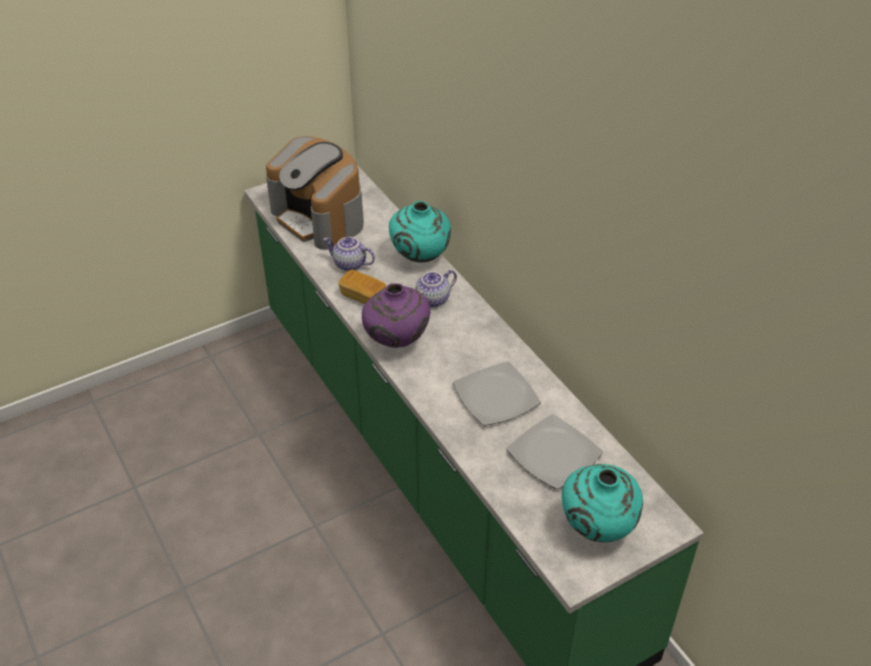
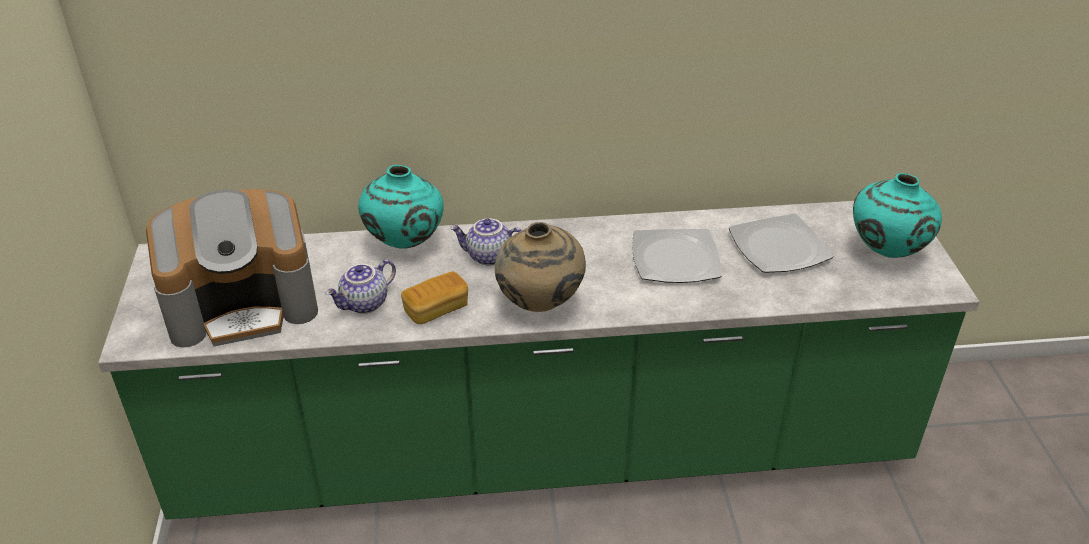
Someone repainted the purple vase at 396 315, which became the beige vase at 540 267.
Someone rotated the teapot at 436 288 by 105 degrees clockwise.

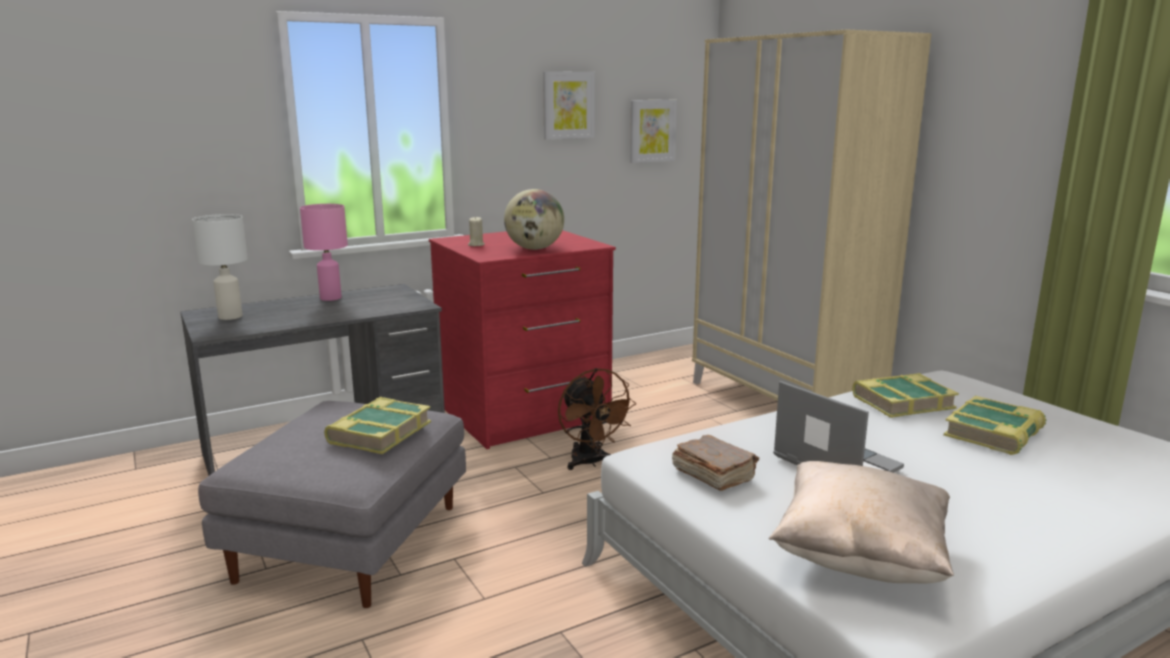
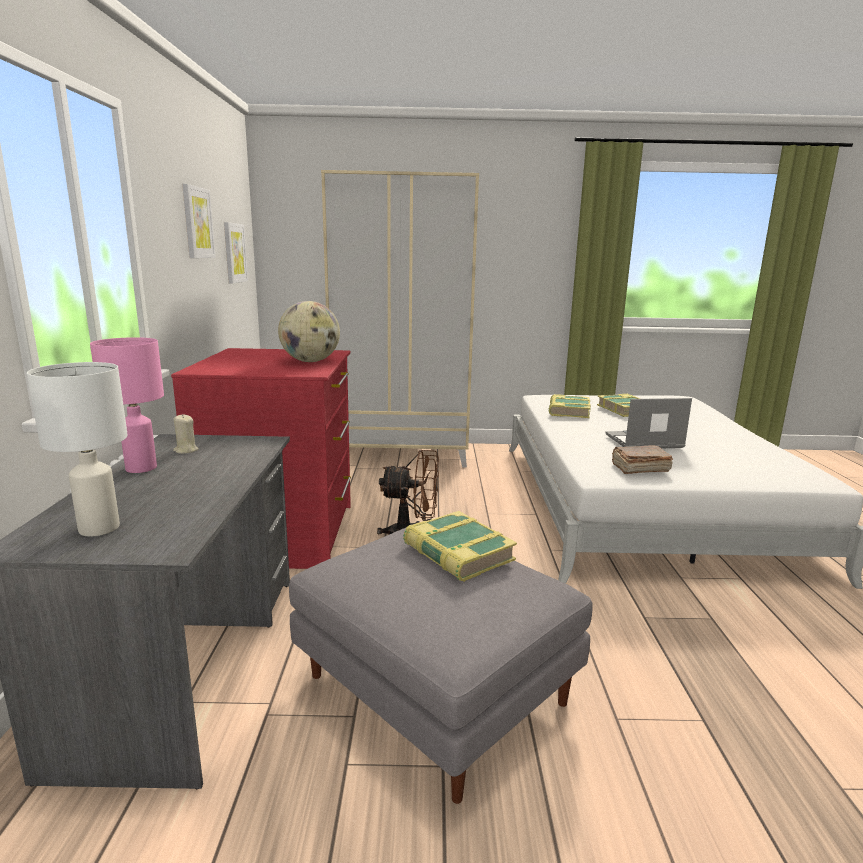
Someone took away the beige pillow at 861 522.
Someone carried the beige candle from 476 231 to 186 434.

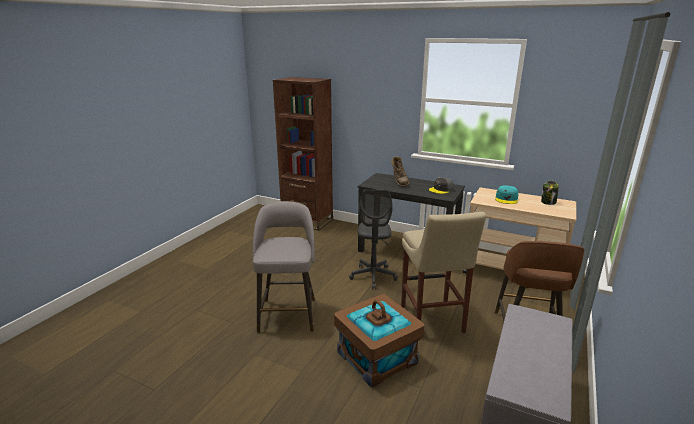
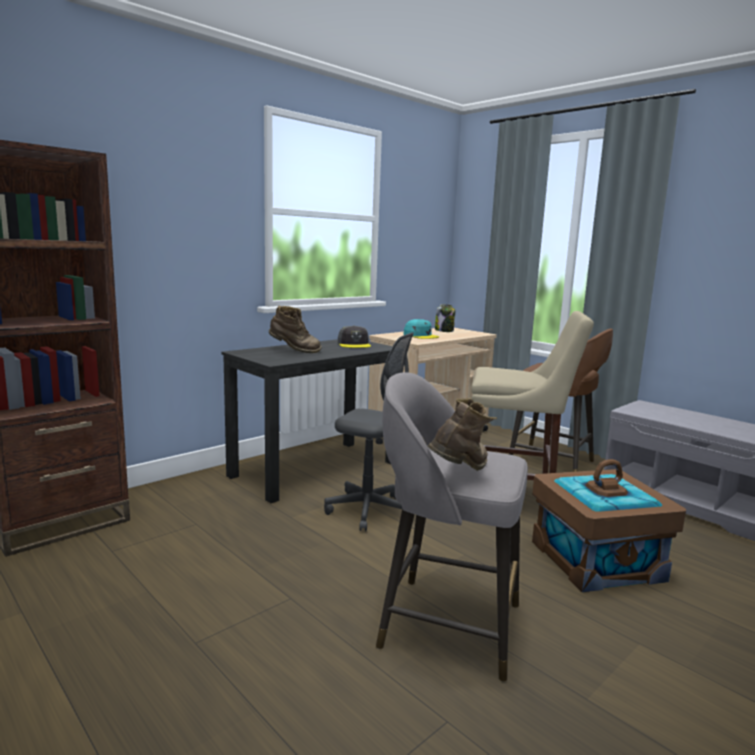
Someone put down the brown boot at 462 434.

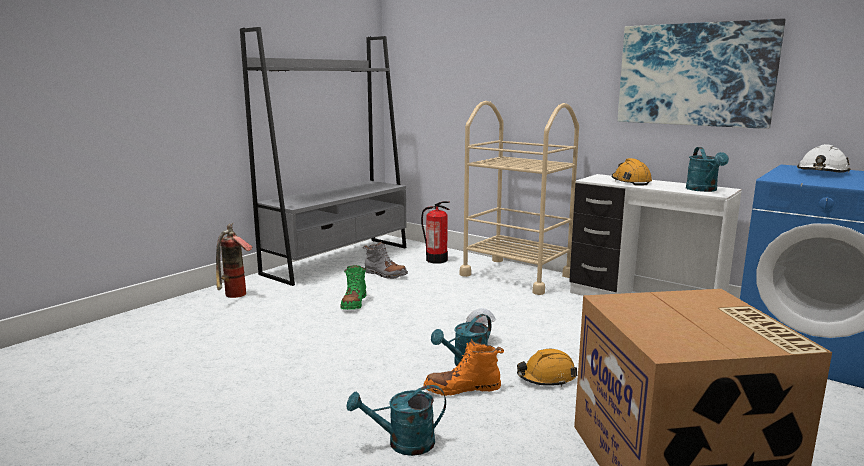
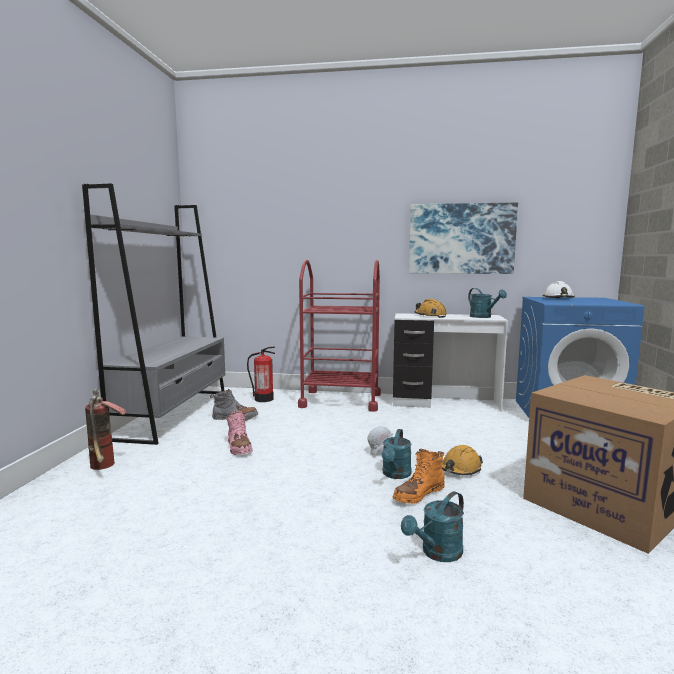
Someone repainted the green boot at 353 287, which became the pink boot at 239 433.
Someone repainted the beige cart at 519 198, which became the red cart at 339 336.

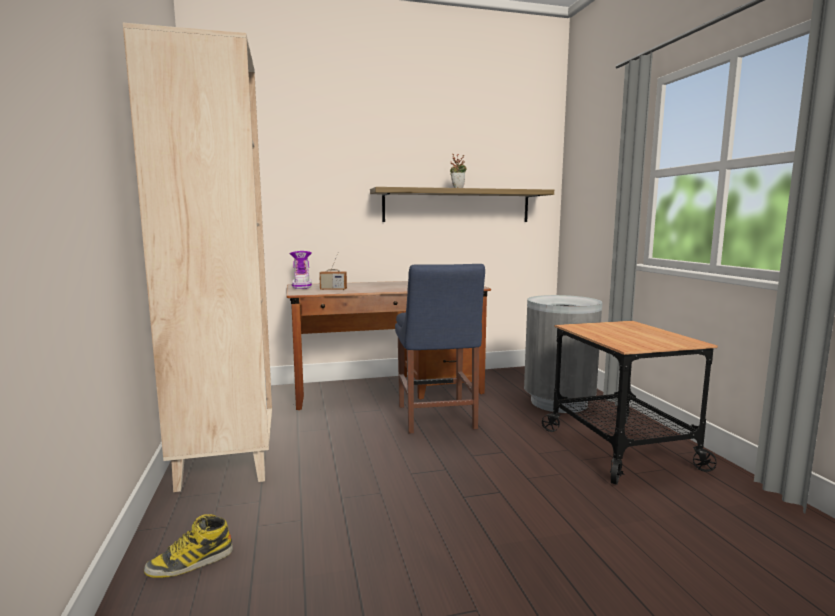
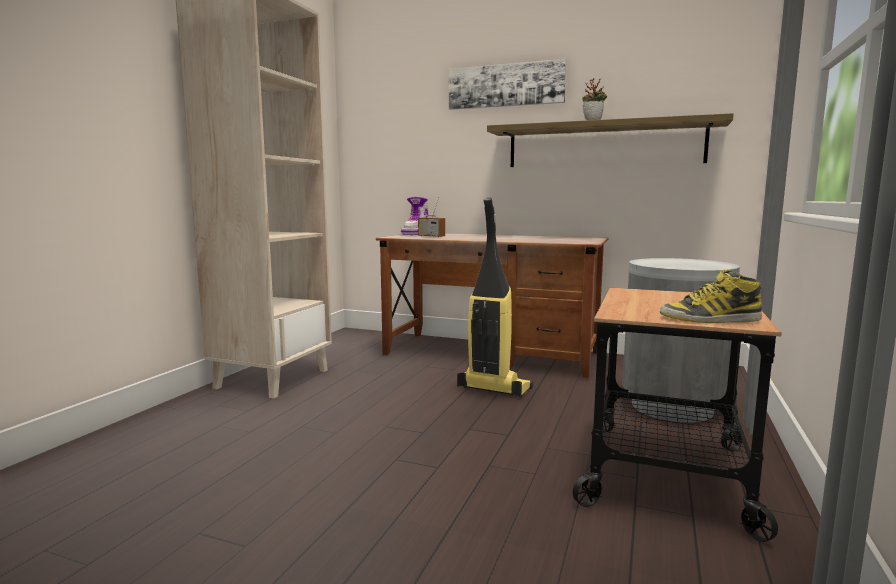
Someone put up the picture at 507 84.
Someone carried the boot from 188 546 to 711 296.
Someone swapped the blue chair at 440 349 for the vacuum cleaner at 495 297.

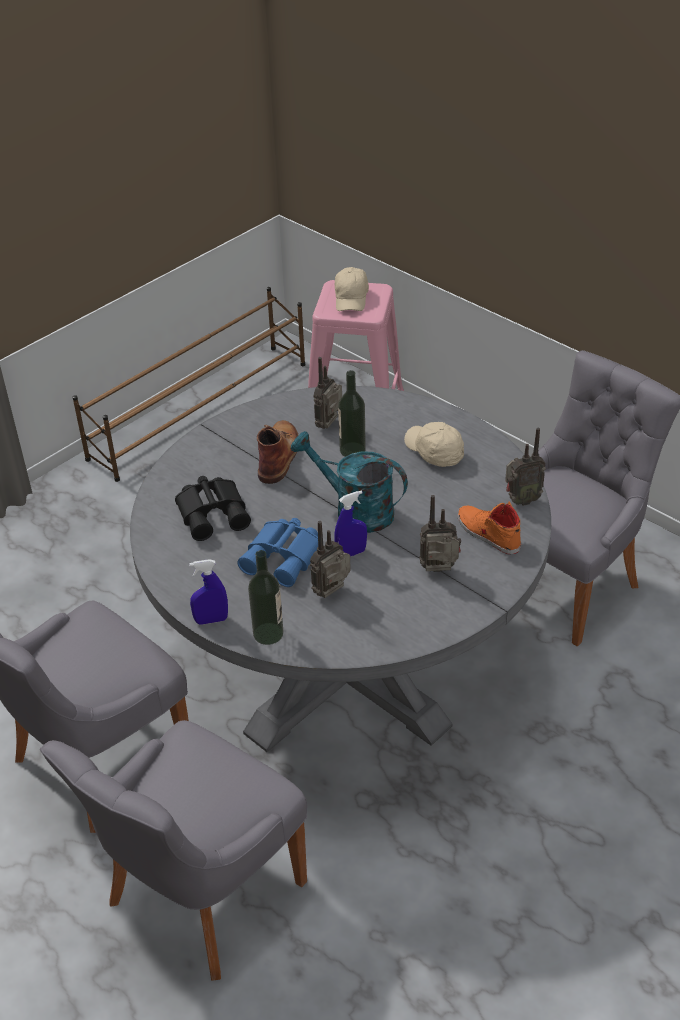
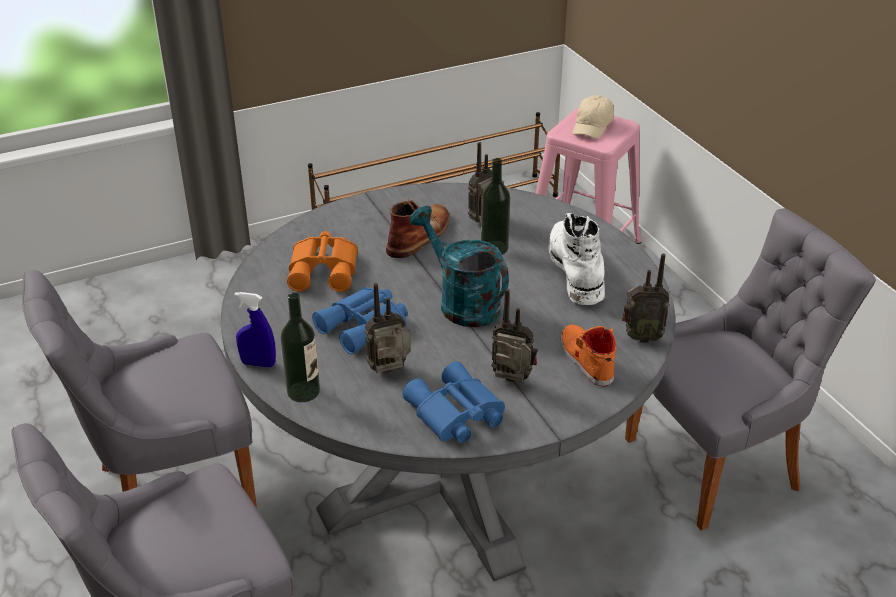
Someone took away the blue spray bottle at 350 523.
Someone put down the blue binoculars at 453 402.
Someone swapped the beige cap at 434 444 for the white boot at 577 259.
Someone repainted the black binoculars at 213 508, which became the orange binoculars at 322 261.

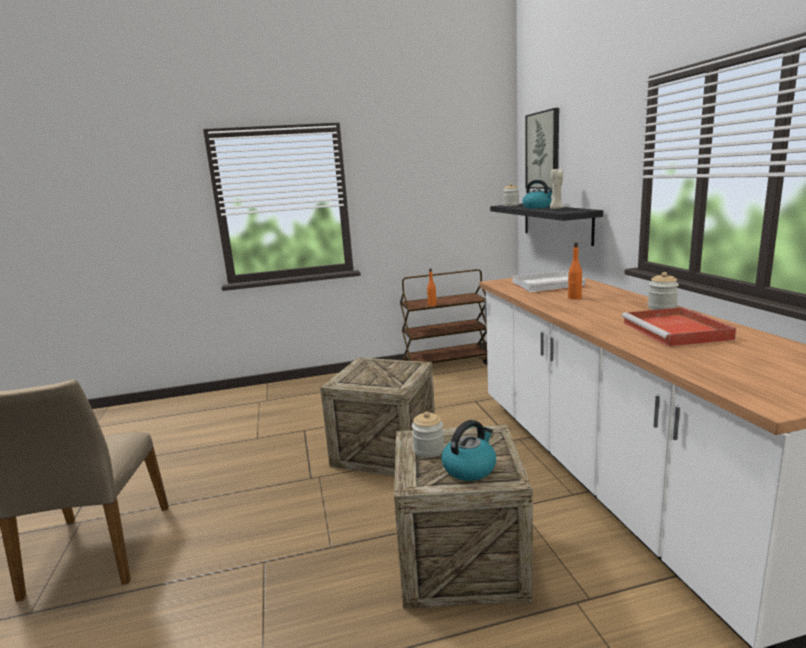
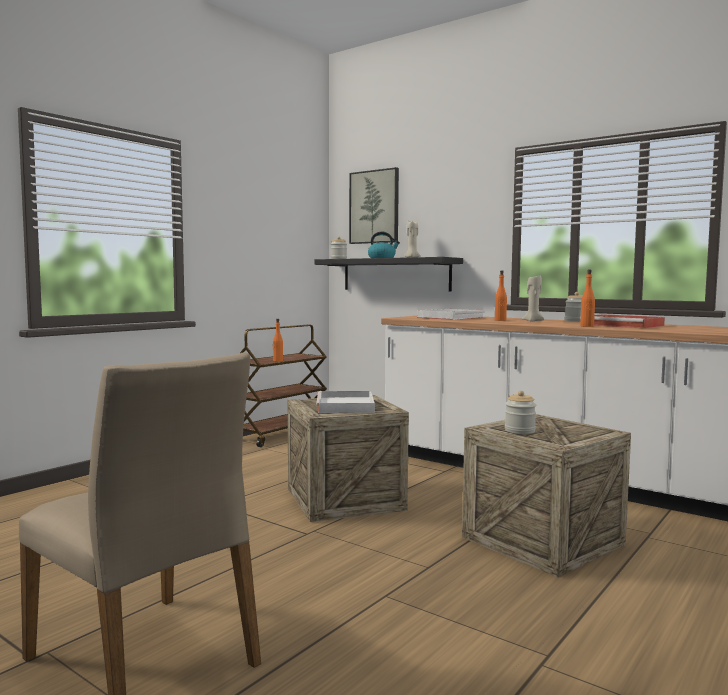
Someone took away the kettle at 468 450.
Someone put down the white tray at 345 402.
Someone put down the beige candle at 533 298.
Someone put down the orange bottle at 587 298.

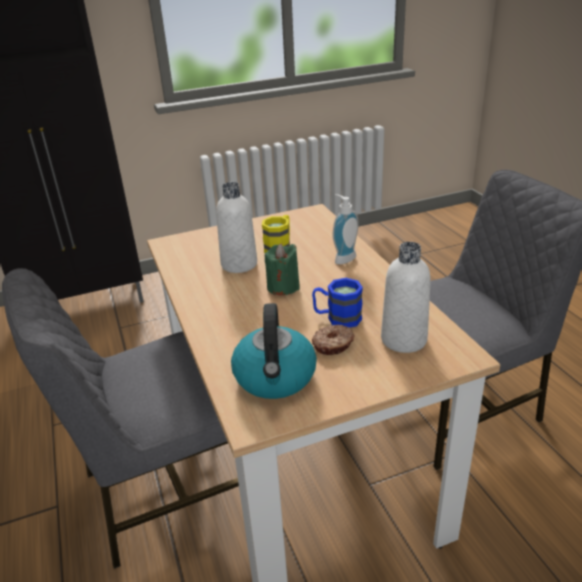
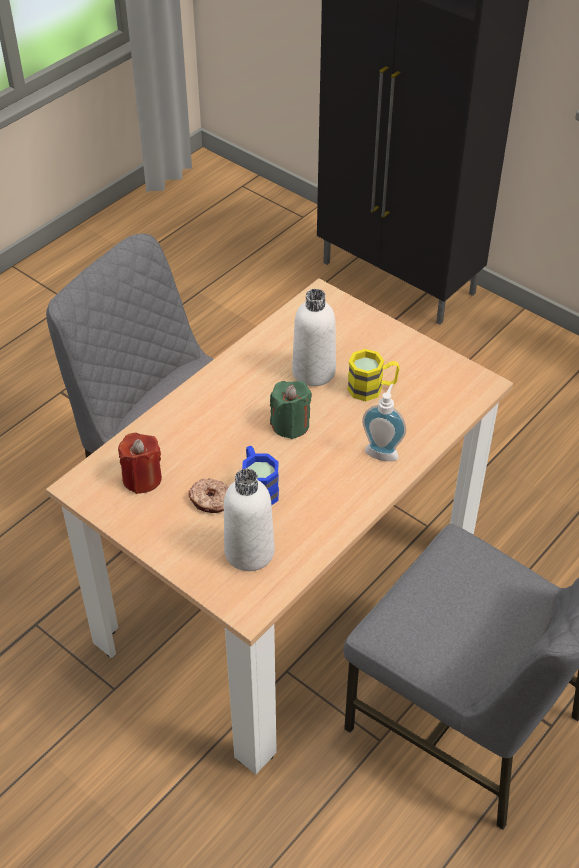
Someone swapped the kettle at 274 351 for the red candle at 140 463.

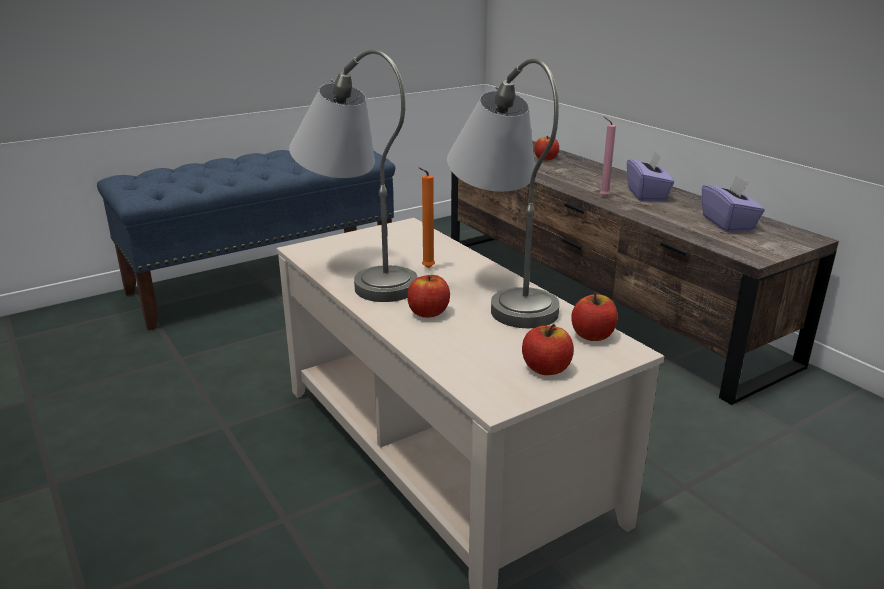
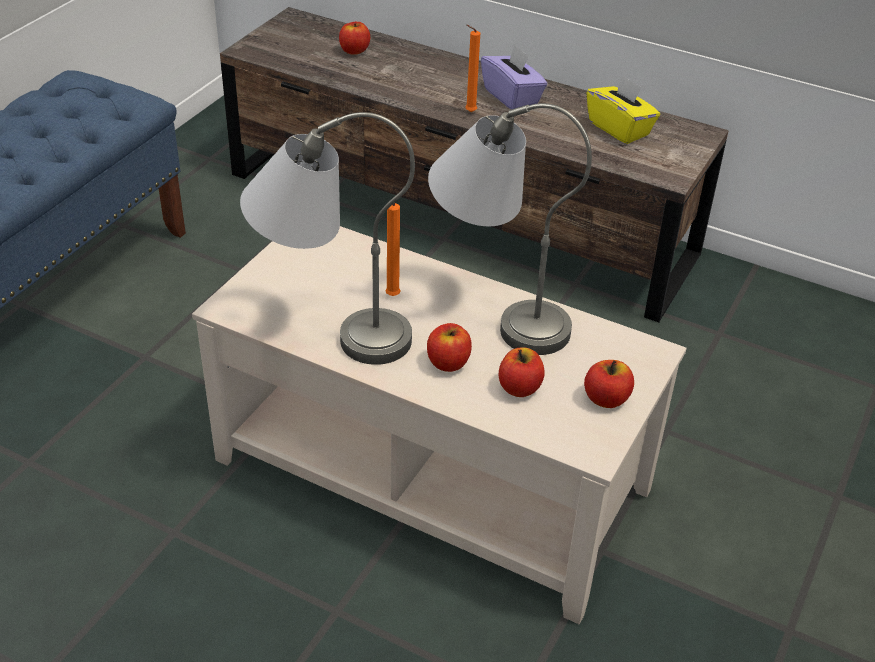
Someone carried the apple from 594 316 to 522 372.
Someone repainted the pink candle at 608 157, which became the orange candle at 472 68.
Someone repainted the purple tissue box at 733 203, which became the yellow tissue box at 623 109.

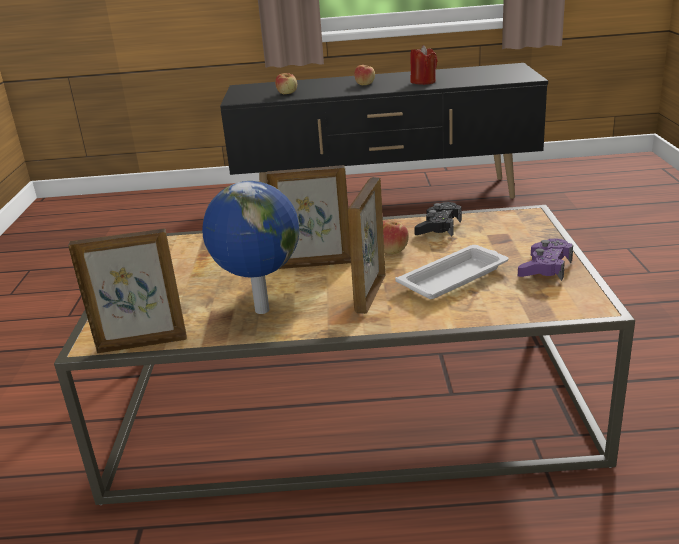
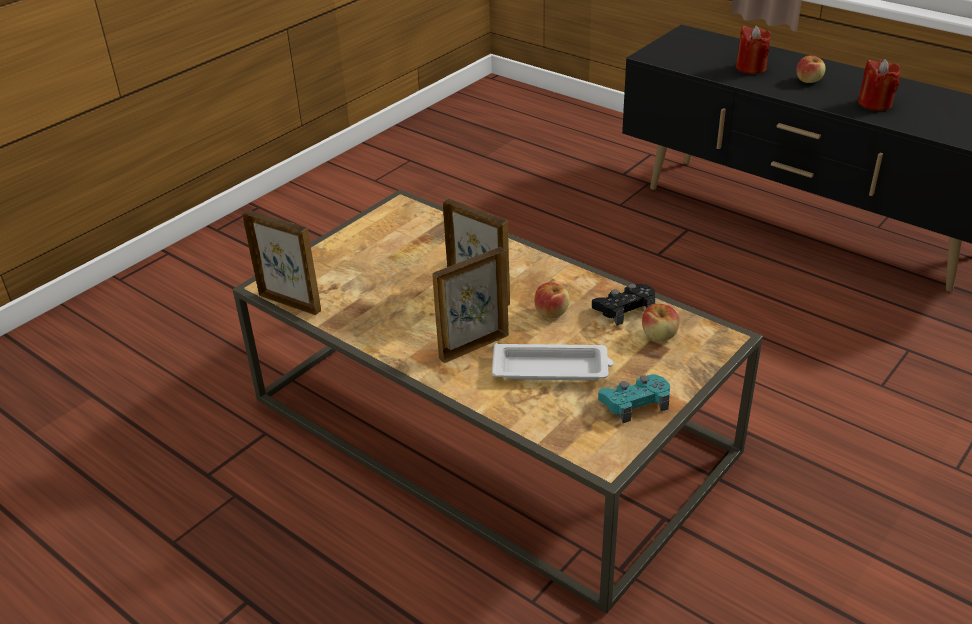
Someone took away the globe at 250 247.
Someone put down the red candle at 753 49.
Someone carried the apple from 286 83 to 661 322.
Someone repainted the purple game controller at 545 259, which became the turquoise game controller at 634 398.

